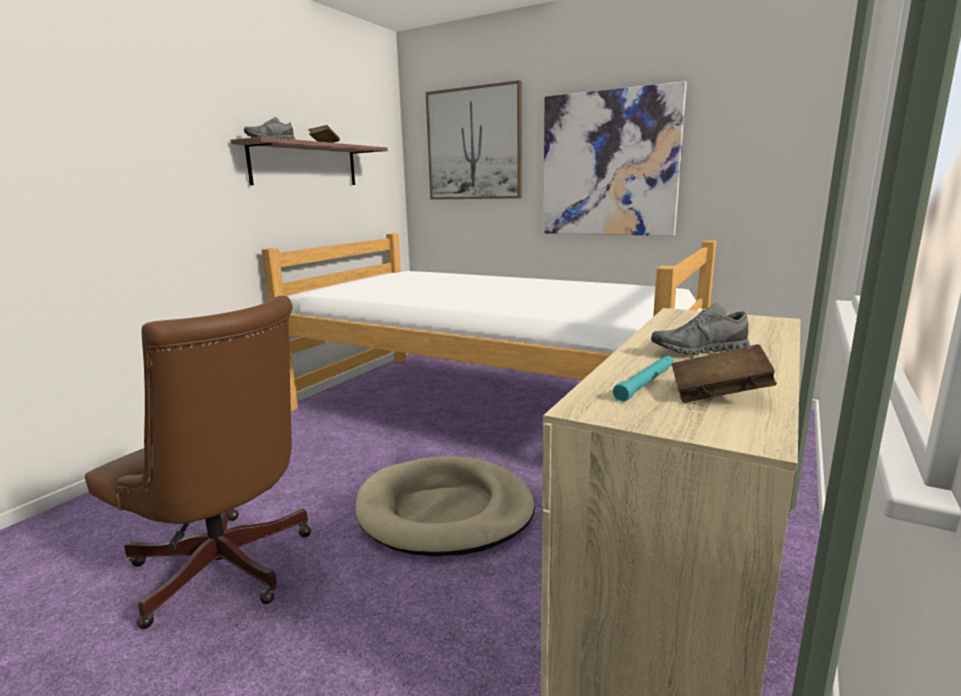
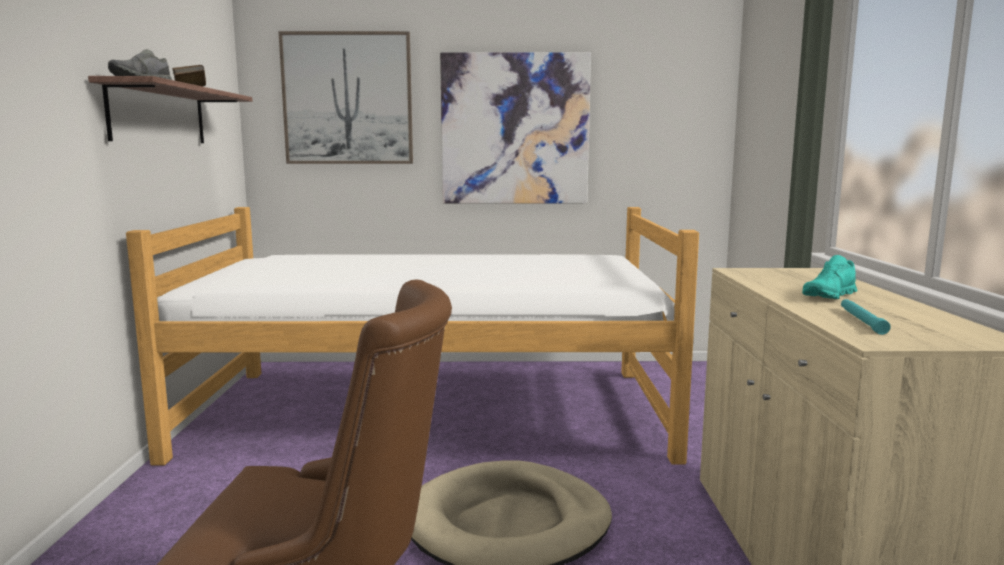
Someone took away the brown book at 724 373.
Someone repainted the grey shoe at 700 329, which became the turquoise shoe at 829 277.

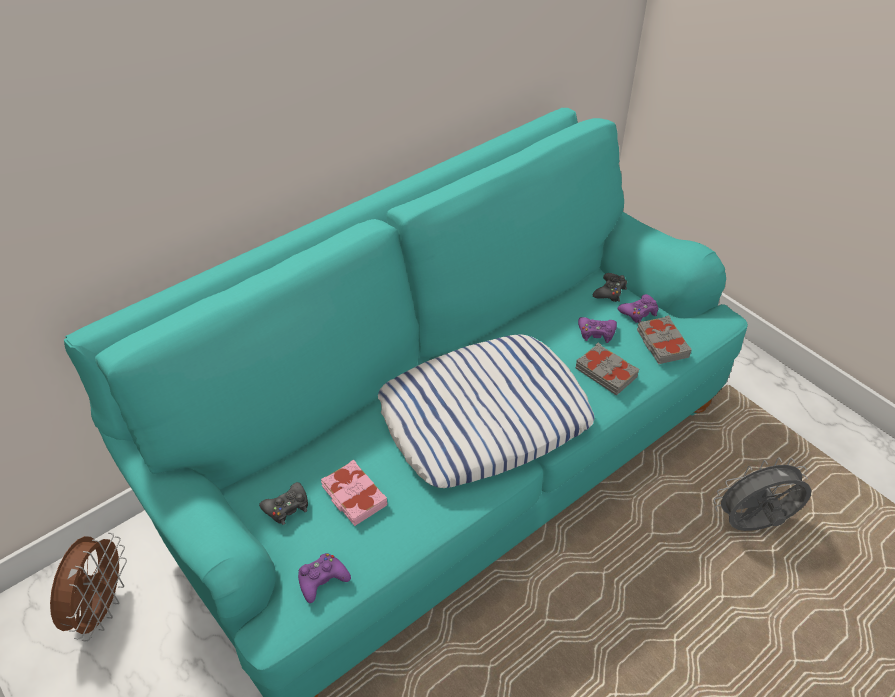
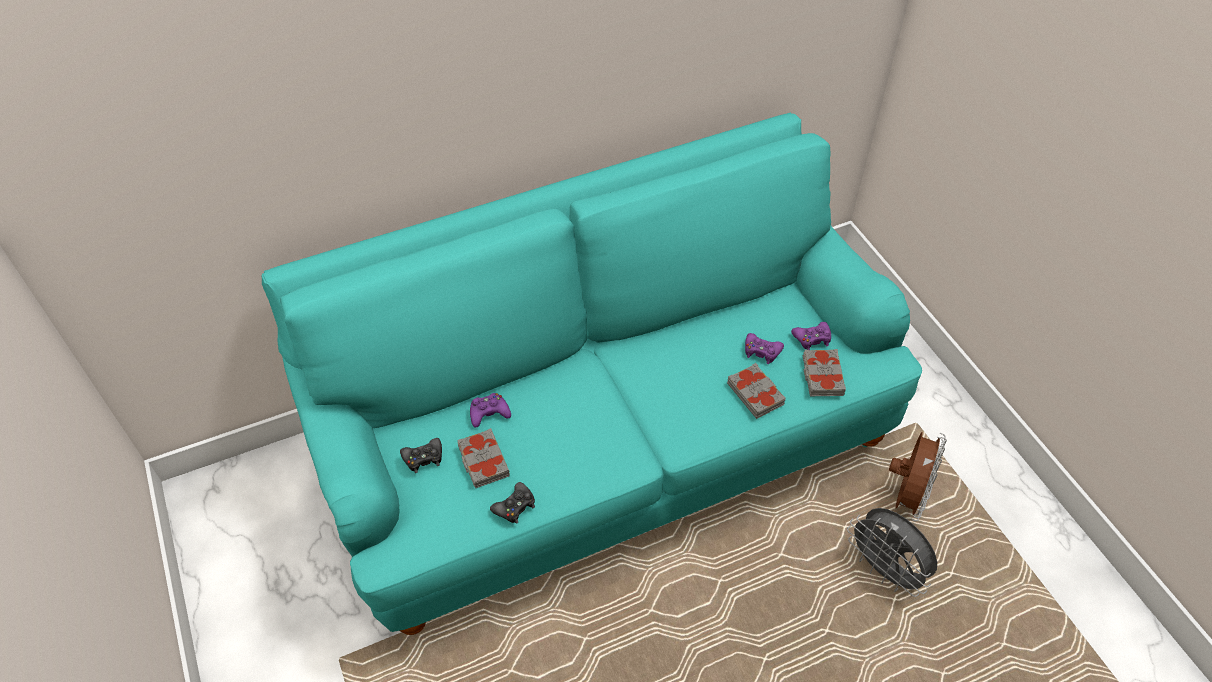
Someone took away the pillow at 486 411.
Someone carried the brown fan from 88 586 to 918 476.
Someone carried the purple game controller from 324 578 to 490 410.
Someone carried the black game controller from 610 287 to 512 503.
Someone repainted the pink book at 354 492, which became the grey book at 483 458.
Someone rotated the grey fan at 762 494 by 135 degrees counterclockwise.

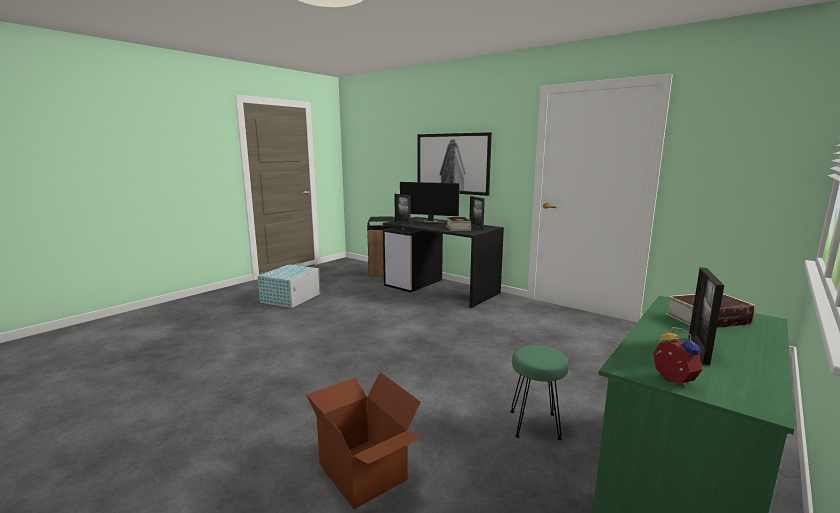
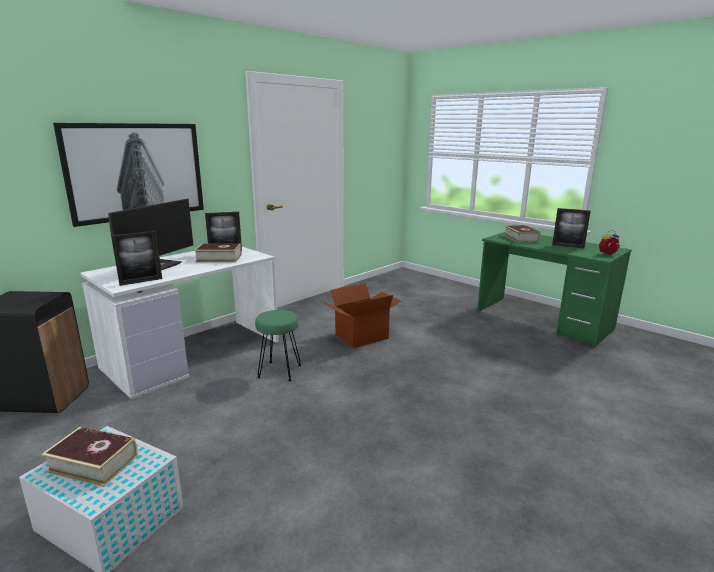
Someone put down the book at 90 457.
Someone carried the cardboard box from 364 440 to 362 315.
Someone carried the green stool from 539 392 to 278 345.
Someone repainted the black desk at 443 262, which became the white desk at 179 323.

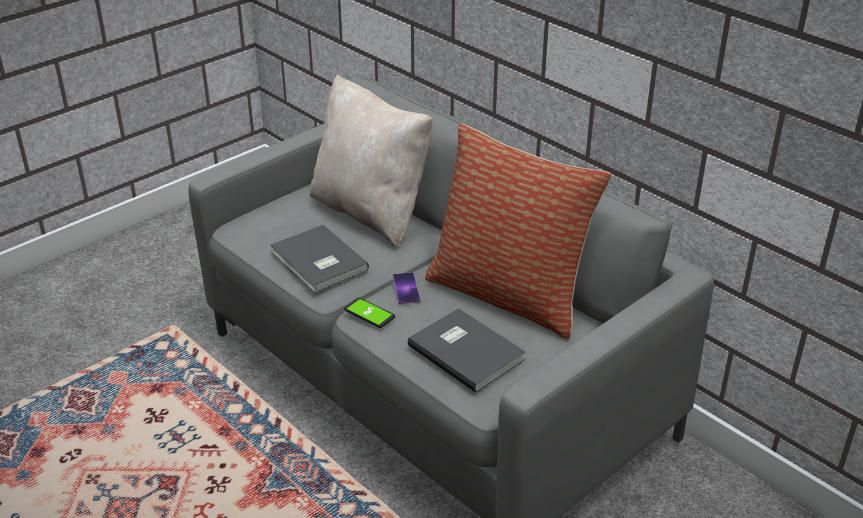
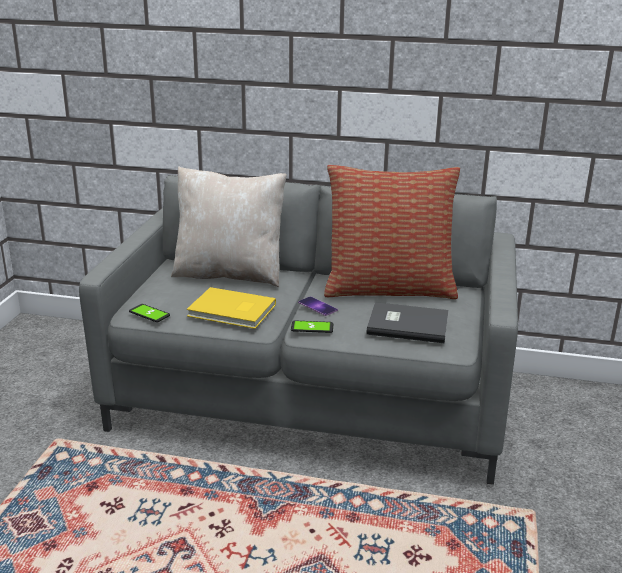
Someone put down the phone at 149 313.
Someone repainted the grey book at 320 259, which became the yellow book at 231 308.

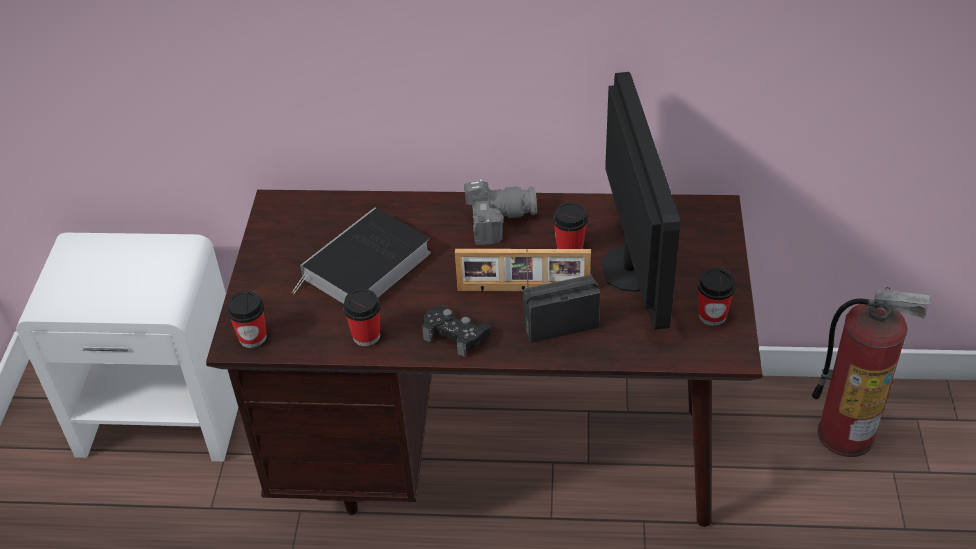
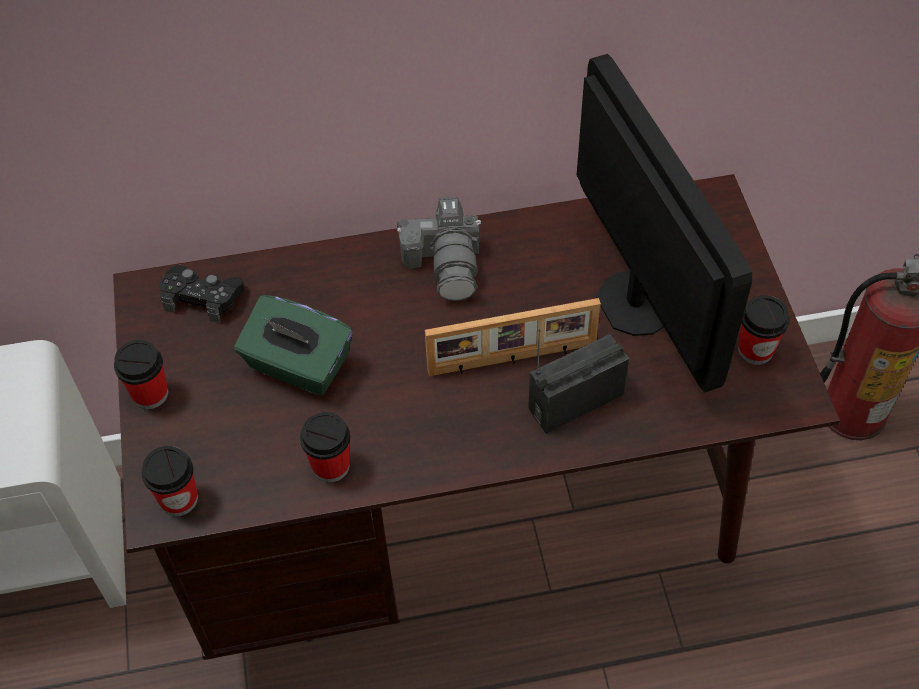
Someone carried the black game controller from 456 331 to 202 294.
Someone carried the cup from 570 225 to 141 374.
Someone swapped the book at 361 256 for the green tissue box at 293 345.
Someone rotated the photo camera at 500 212 by 105 degrees clockwise.

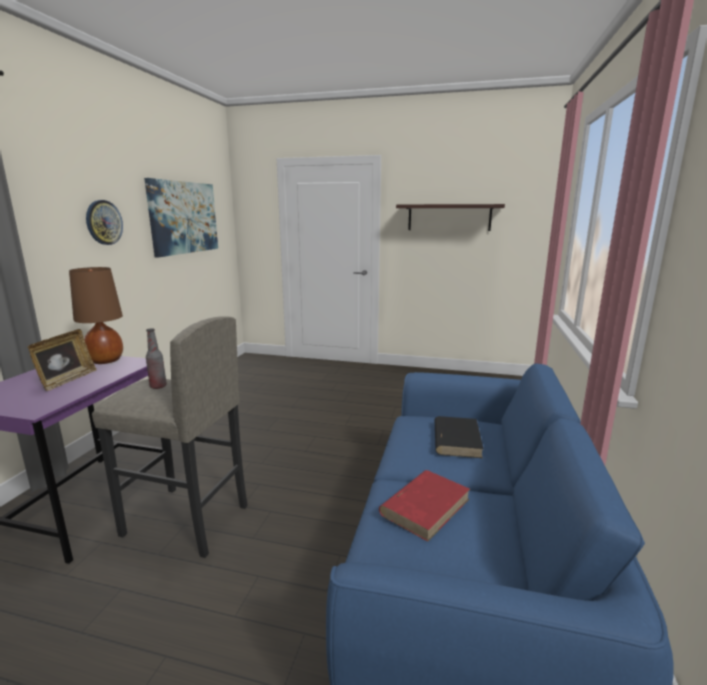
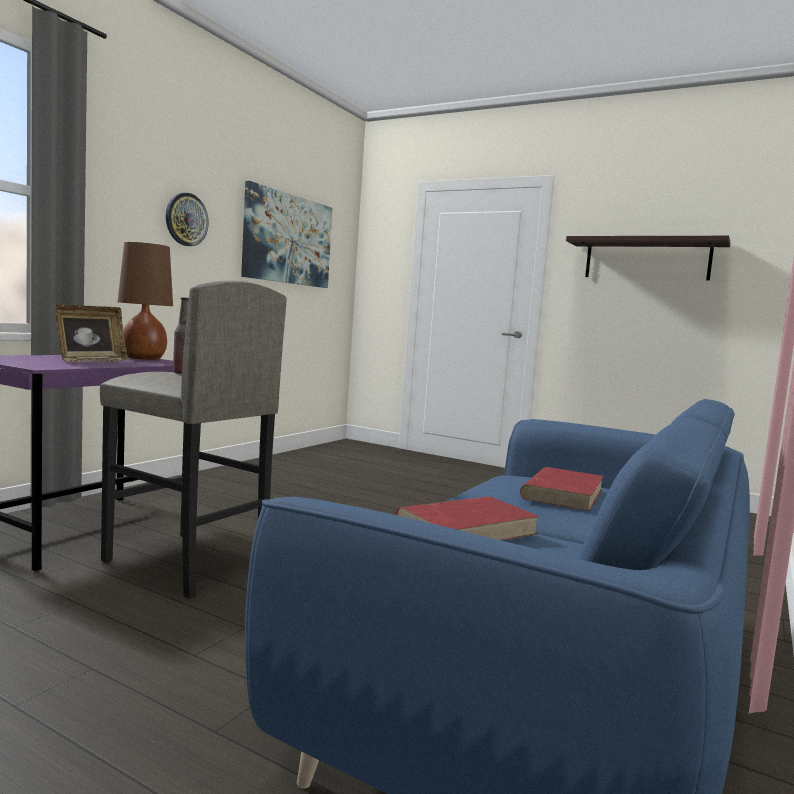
Someone repainted the black book at 459 437, which became the red book at 562 489.

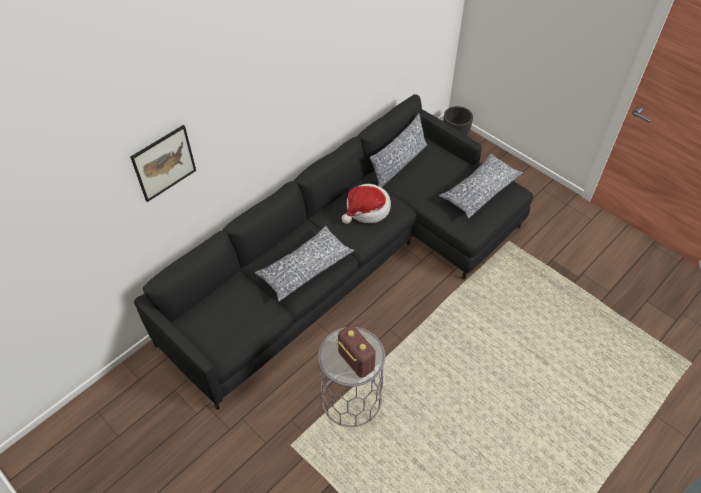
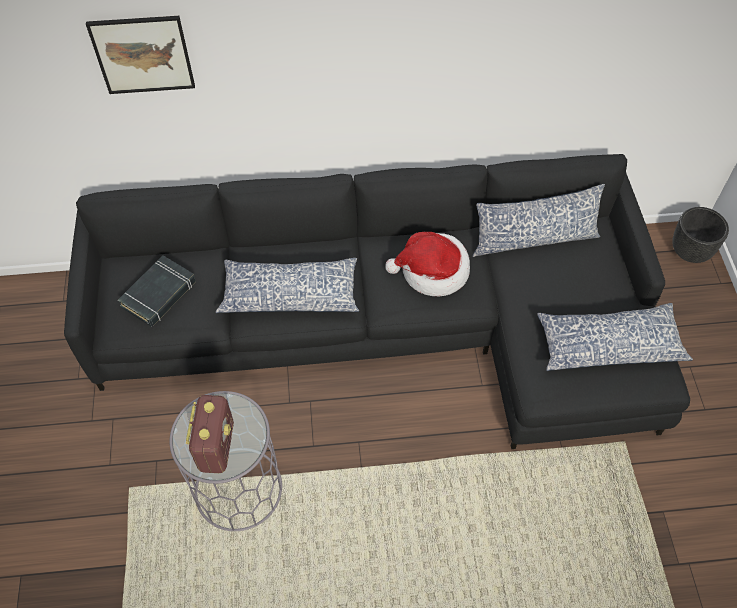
Someone put down the black book at 157 291.

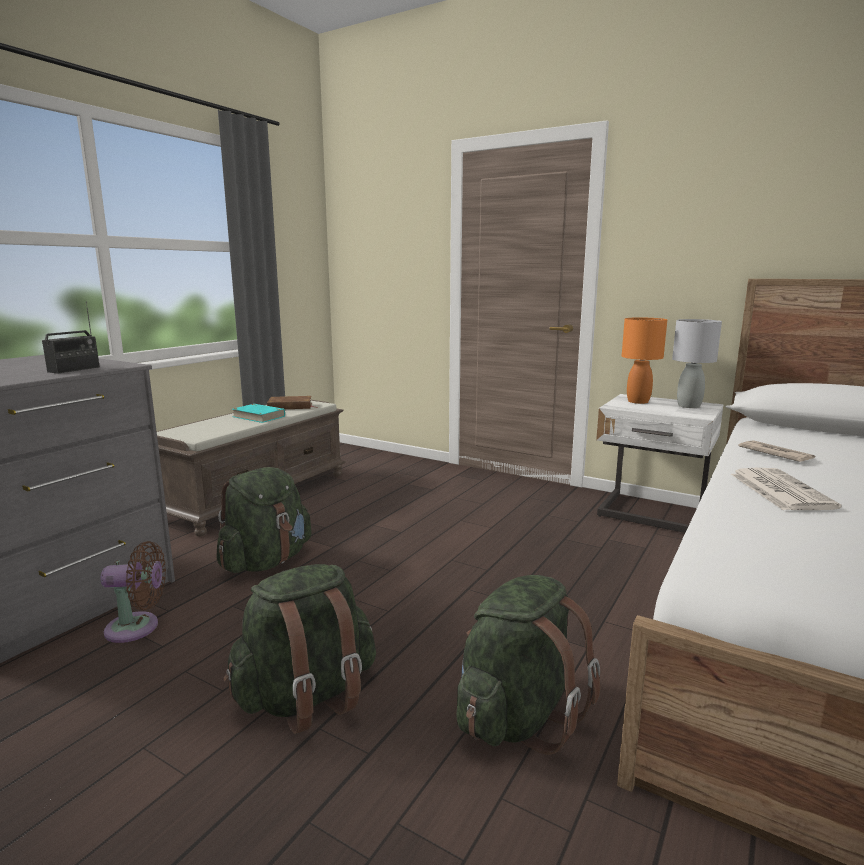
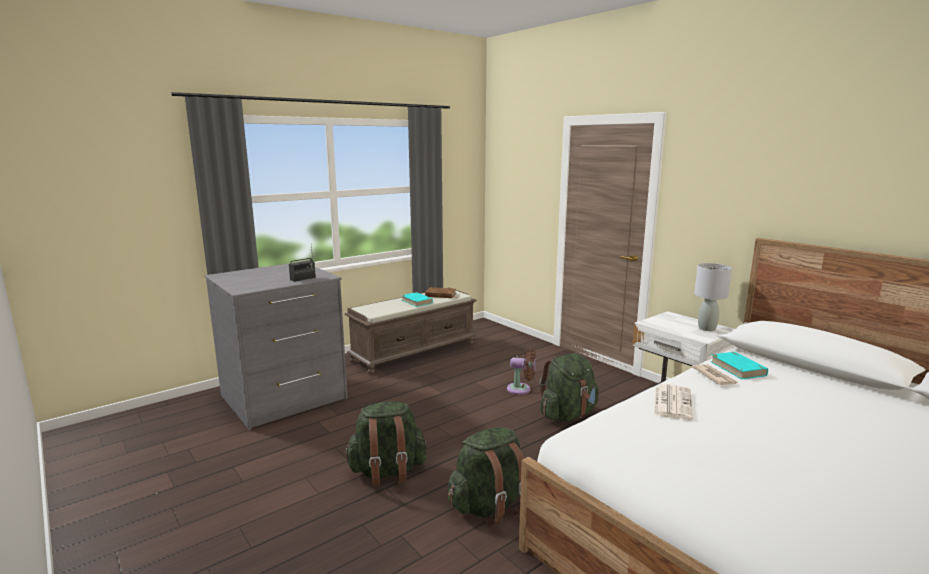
Someone took away the orange table lamp at 644 361.
Someone put down the turquoise book at 739 365.
Someone carried the brown fan from 133 592 to 521 372.
Someone carried the green backpack from 264 520 to 569 387.

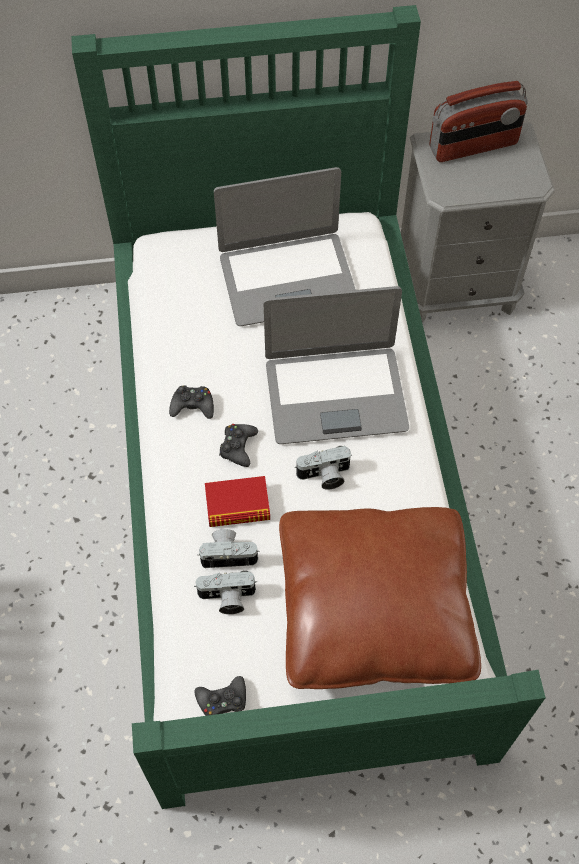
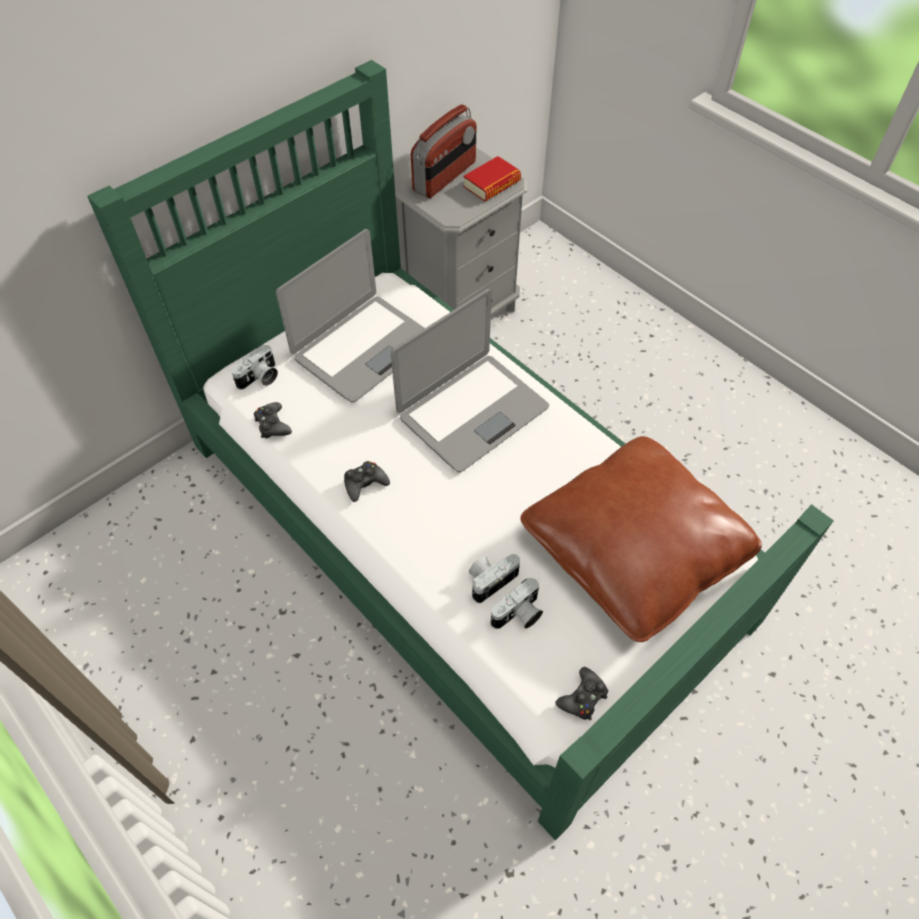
Someone carried the book from 237 501 to 492 179.
Someone carried the black game controller from 238 445 to 273 420.
Someone carried the photo camera from 323 468 to 254 367.

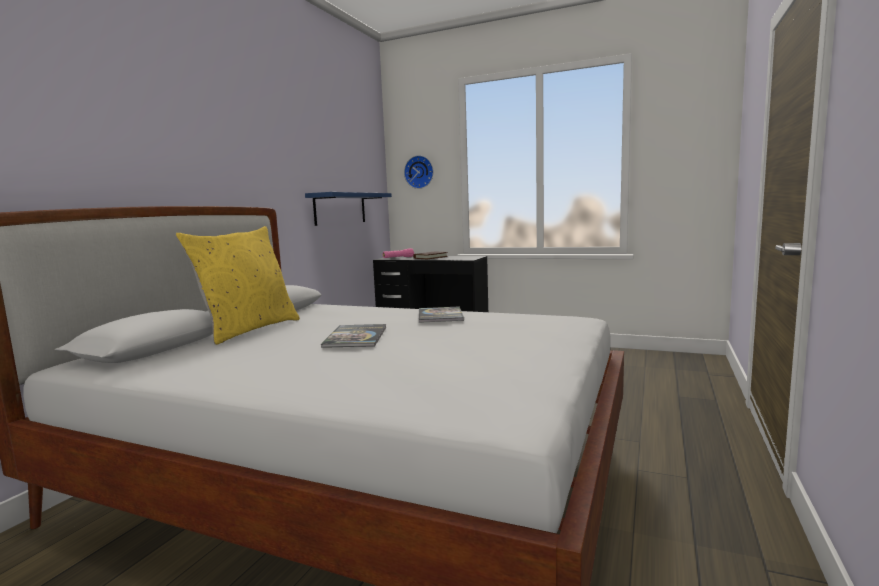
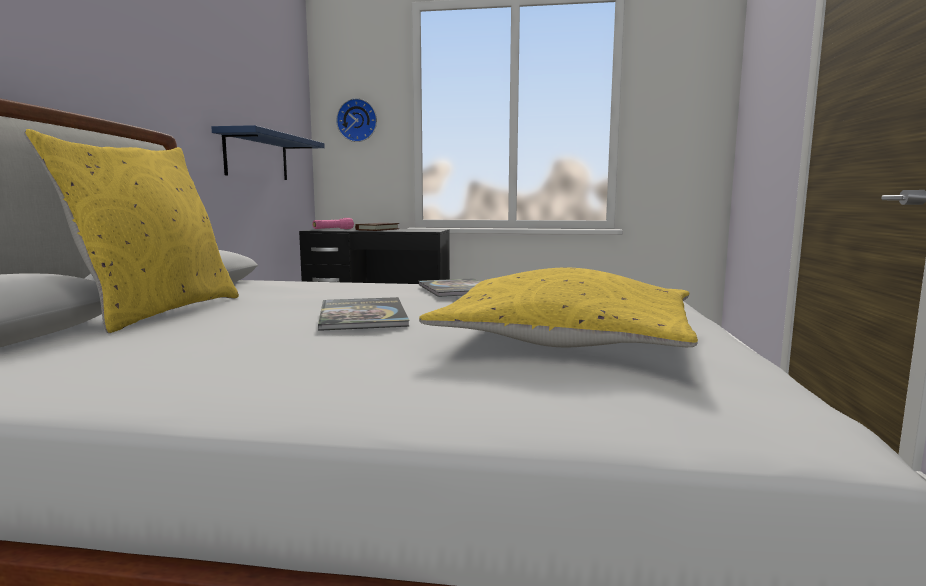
Someone put down the yellow pillow at 558 307.

